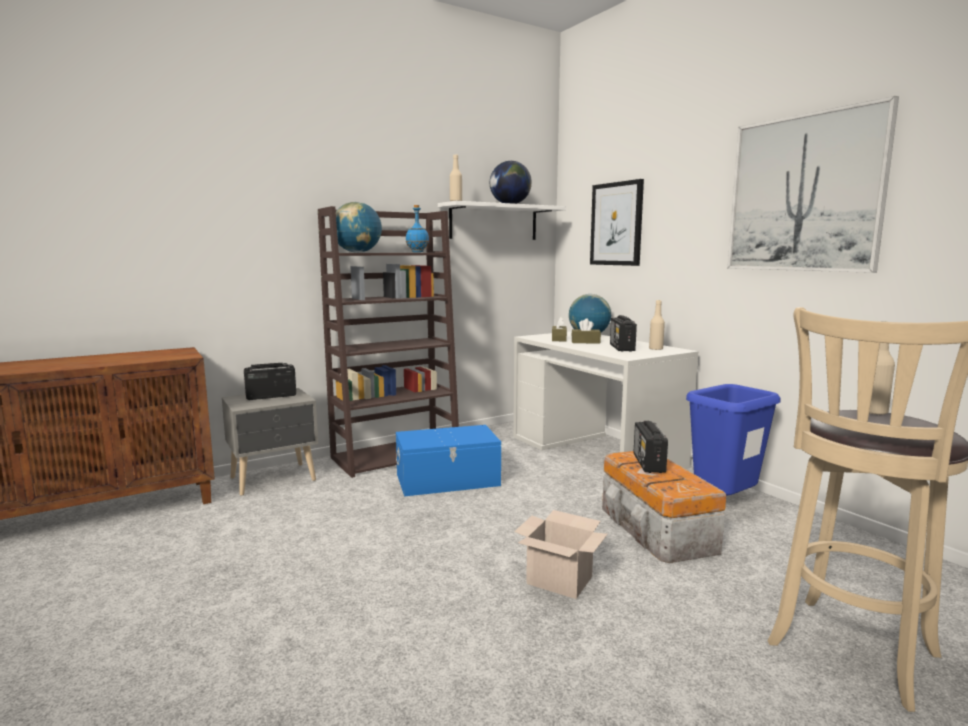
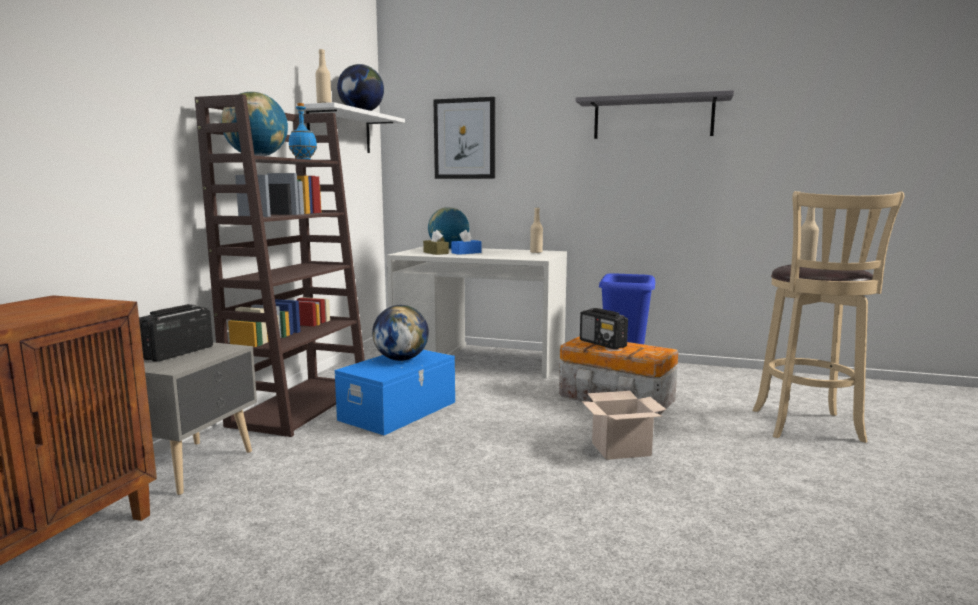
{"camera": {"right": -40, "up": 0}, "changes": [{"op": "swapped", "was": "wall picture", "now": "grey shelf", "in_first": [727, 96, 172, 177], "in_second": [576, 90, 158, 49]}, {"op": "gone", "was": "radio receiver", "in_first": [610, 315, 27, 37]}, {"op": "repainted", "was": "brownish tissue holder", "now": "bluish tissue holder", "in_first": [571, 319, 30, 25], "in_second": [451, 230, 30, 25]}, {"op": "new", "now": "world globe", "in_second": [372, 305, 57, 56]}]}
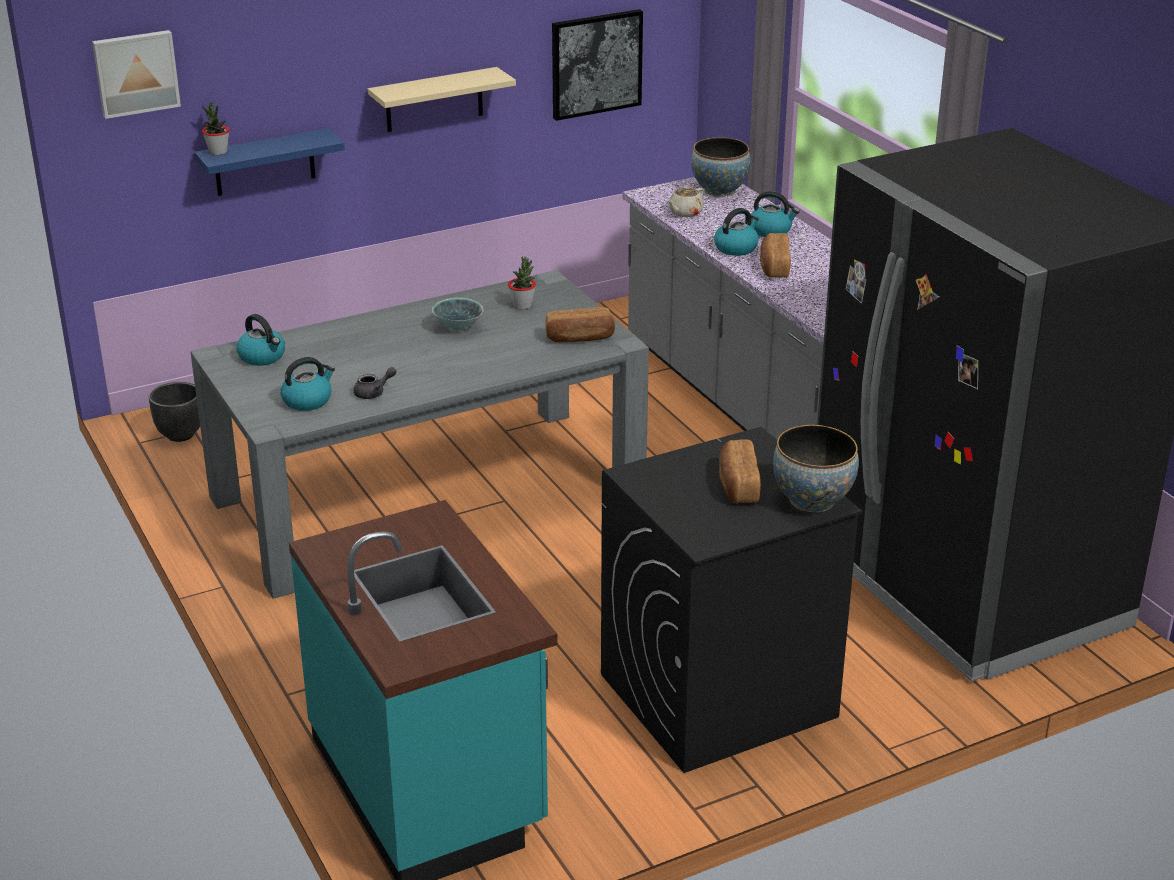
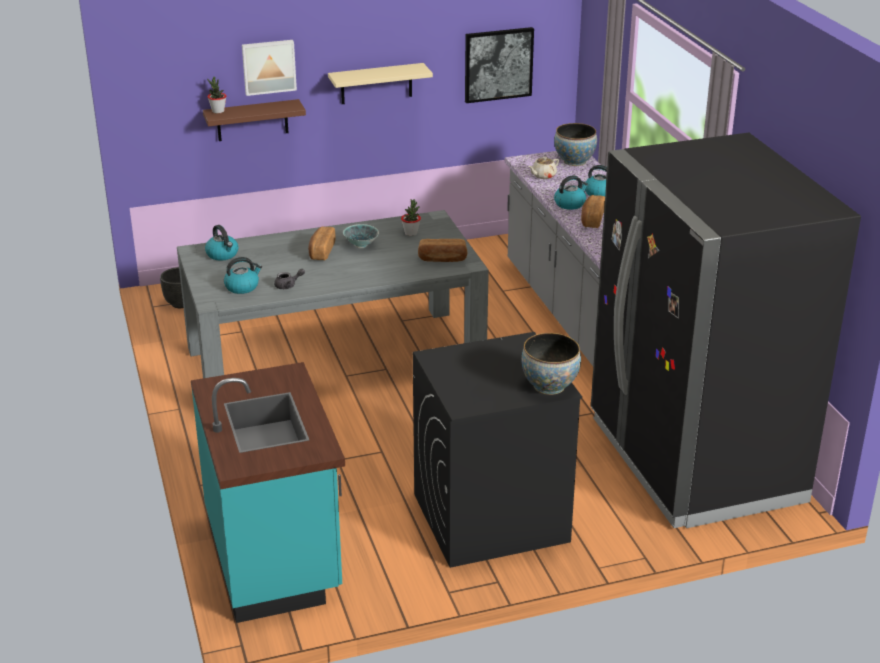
{"camera": {"right": 10, "up": 0}, "changes": [{"op": "shifted", "was": "wall picture", "in_first": [92, 30, 89, 89], "in_second": [242, 40, 55, 56]}, {"op": "repainted", "was": "bluish shelf", "now": "brownish shelf", "in_first": [194, 128, 151, 68], "in_second": [203, 99, 103, 42]}, {"op": "shifted", "was": "baked bread", "in_first": [719, 439, 42, 64], "in_second": [308, 226, 27, 34]}]}
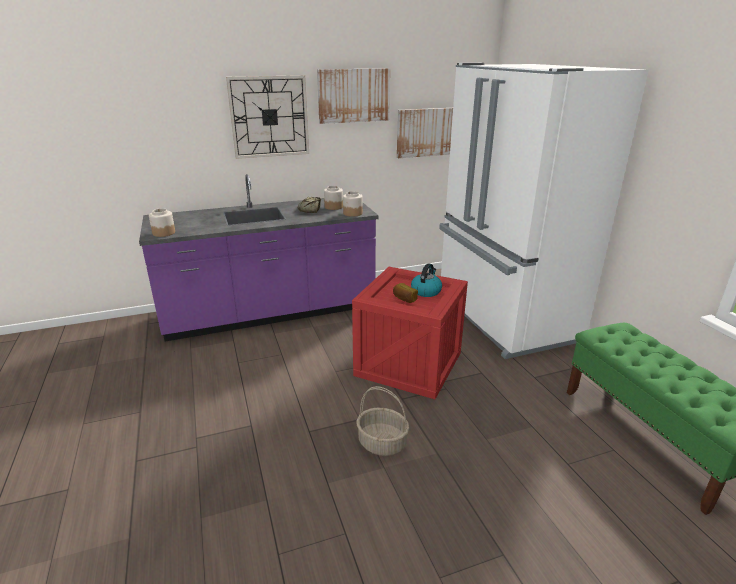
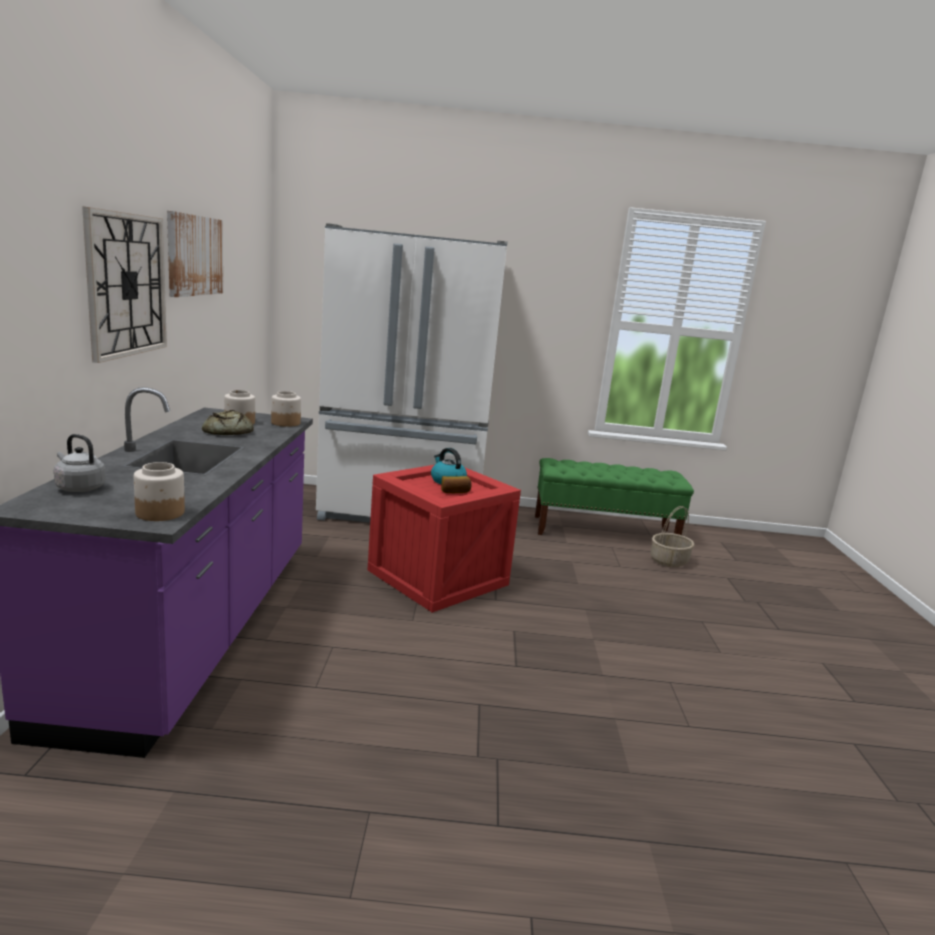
{"camera": {"right": -70, "up": -10}, "changes": [{"op": "gone", "was": "wall picture", "in_first": [397, 108, 56, 50]}, {"op": "shifted", "was": "storage basket", "in_first": [357, 386, 52, 70], "in_second": [651, 506, 43, 61]}, {"op": "new", "now": "grey tea kettle", "in_second": [54, 434, 52, 58]}]}
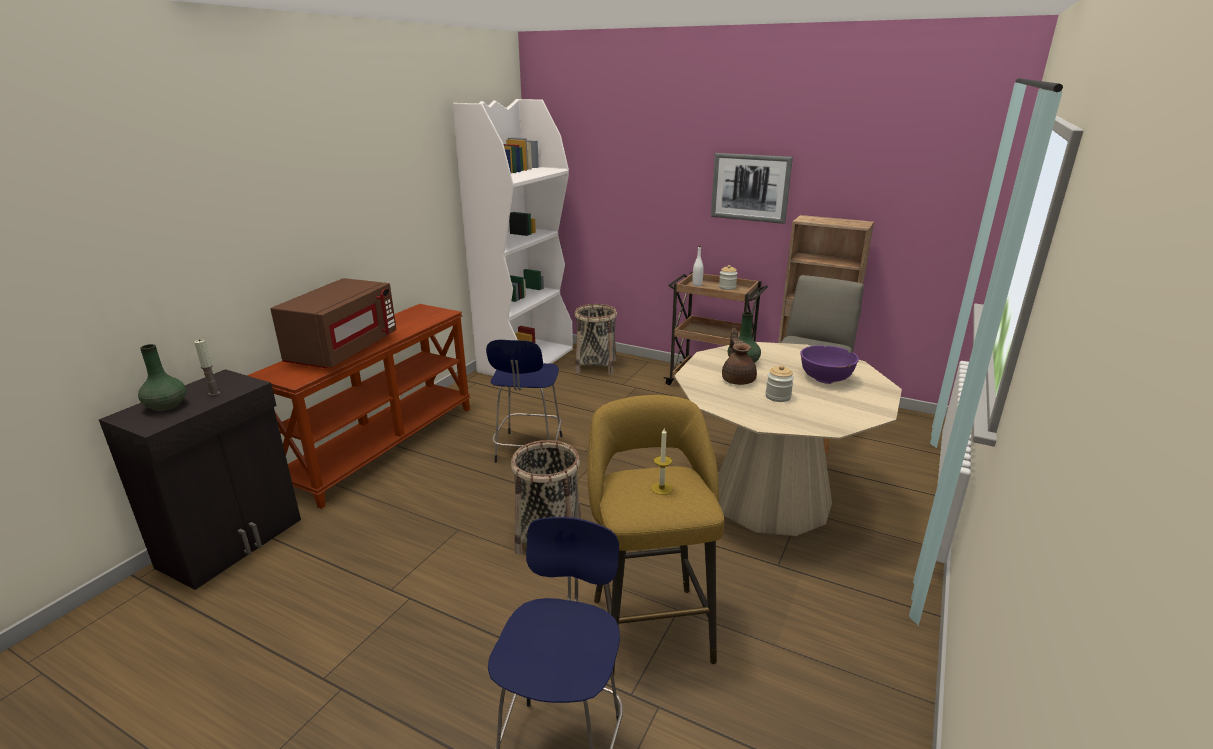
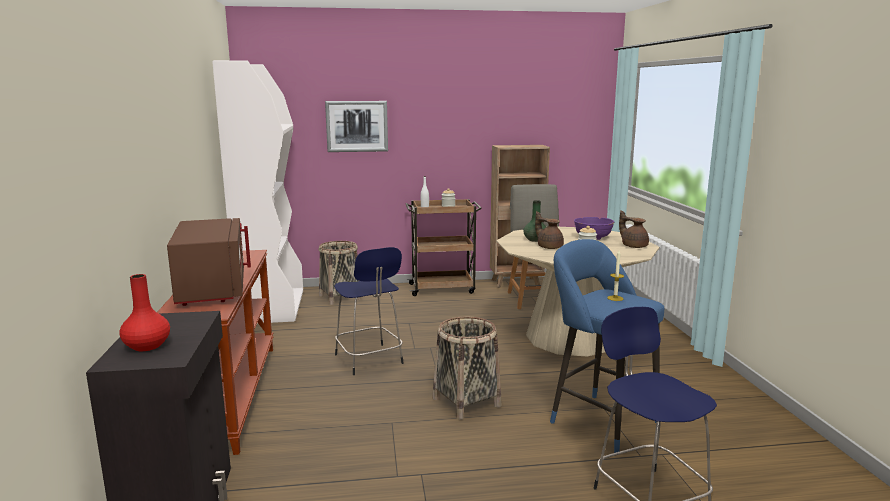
{"camera": {"right": -35, "up": -10}, "changes": [{"op": "shifted", "was": "wall picture", "in_first": [711, 153, 82, 71], "in_second": [325, 101, 63, 51]}, {"op": "gone", "was": "candle", "in_first": [194, 339, 26, 57]}, {"op": "repainted", "was": "greenish flower vase", "now": "reddish flower vase", "in_first": [138, 344, 48, 67], "in_second": [119, 274, 51, 77]}, {"op": "repainted", "was": "yellow stool", "now": "bluish stool", "in_first": [588, 395, 136, 283], "in_second": [550, 239, 114, 214]}, {"op": "new", "now": "brownish pot for tea", "in_second": [619, 210, 30, 38]}]}
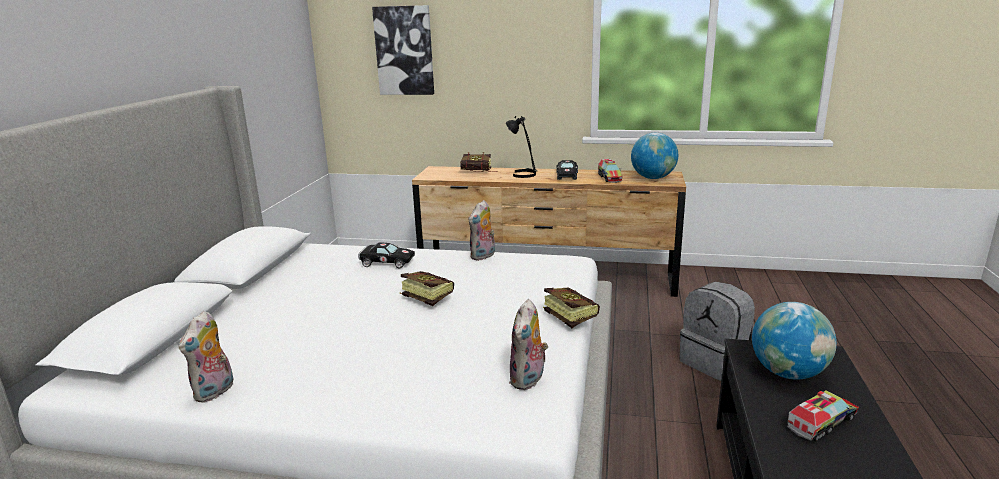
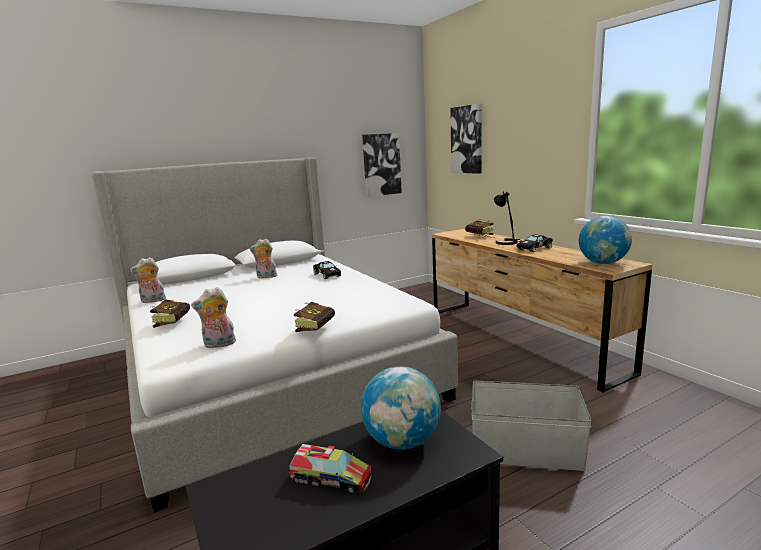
{"camera": {"right": 50, "up": -5}, "changes": [{"op": "gone", "was": "model truck", "in_first": [598, 159, 25, 24]}, {"op": "shifted", "was": "soft toy", "in_first": [469, 200, 26, 60], "in_second": [250, 239, 27, 39]}, {"op": "shifted", "was": "volume", "in_first": [399, 271, 55, 35], "in_second": [150, 300, 40, 28]}, {"op": "swapped", "was": "grey rucksack", "now": "grey storage box", "in_first": [679, 282, 76, 99], "in_second": [471, 381, 121, 90]}, {"op": "new", "now": "wall picture", "in_second": [362, 133, 40, 64]}]}
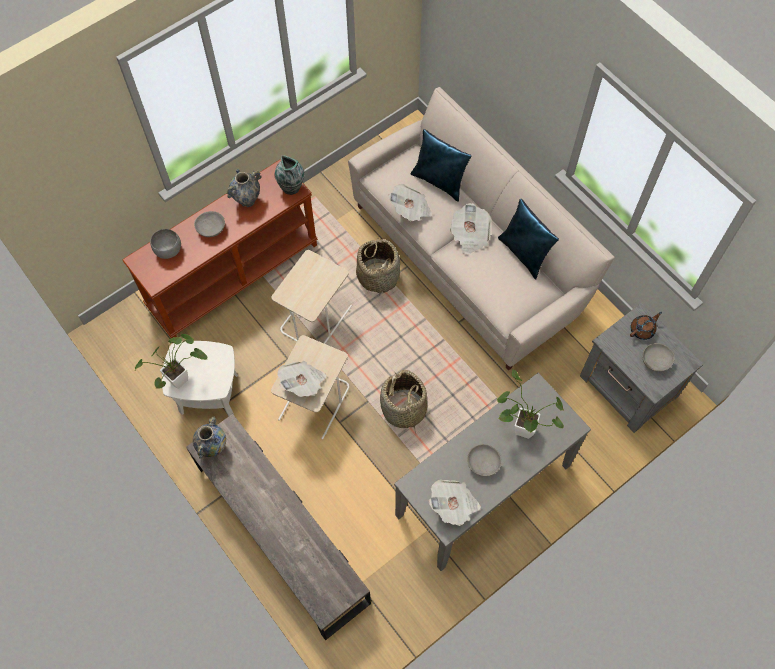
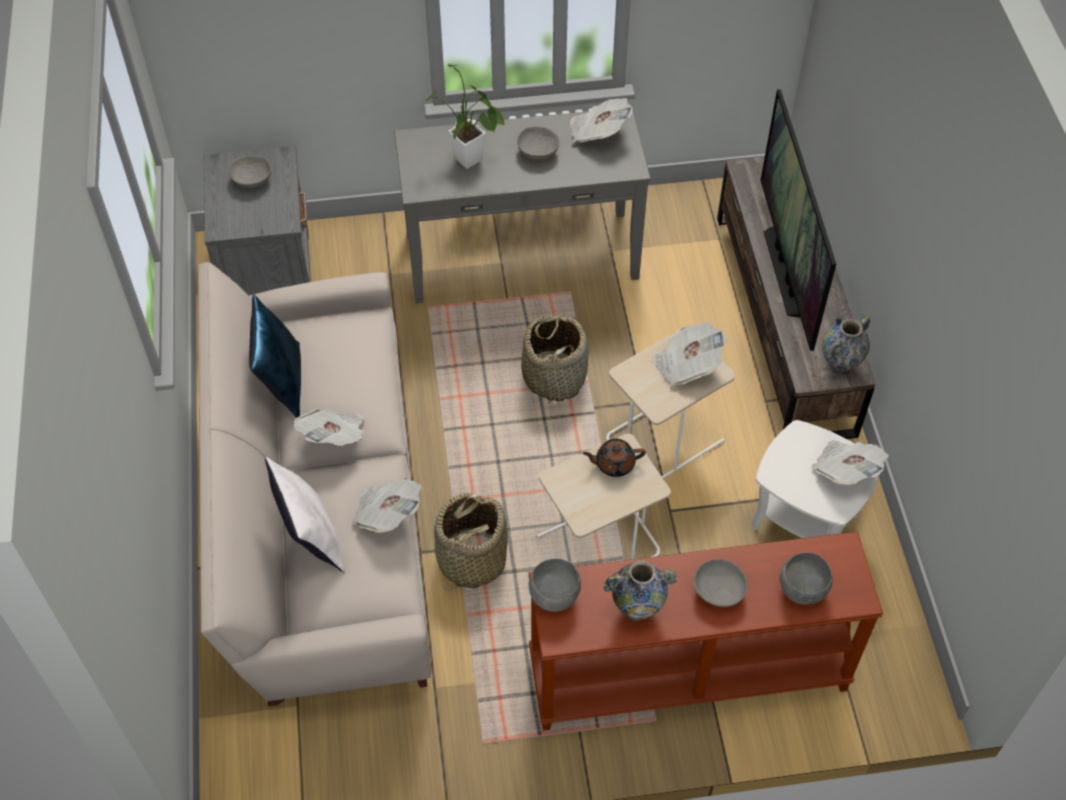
{"camera": {"right": -150, "up": -10}, "changes": [{"op": "repainted", "was": "bluish cushion", "now": "whitish cushion", "in_first": [410, 129, 62, 73], "in_second": [265, 457, 80, 116]}, {"op": "swapped", "was": "flower vase", "now": "grey serving bowl", "in_first": [274, 155, 31, 40], "in_second": [529, 559, 52, 53]}, {"op": "shifted", "was": "brownish pot for tea", "in_first": [630, 312, 32, 28], "in_second": [583, 439, 63, 38]}, {"op": "swapped", "was": "houseplant", "now": "daily paper", "in_first": [134, 334, 74, 55], "in_second": [812, 440, 77, 45]}, {"op": "new", "now": "TV", "in_second": [760, 89, 76, 262]}]}
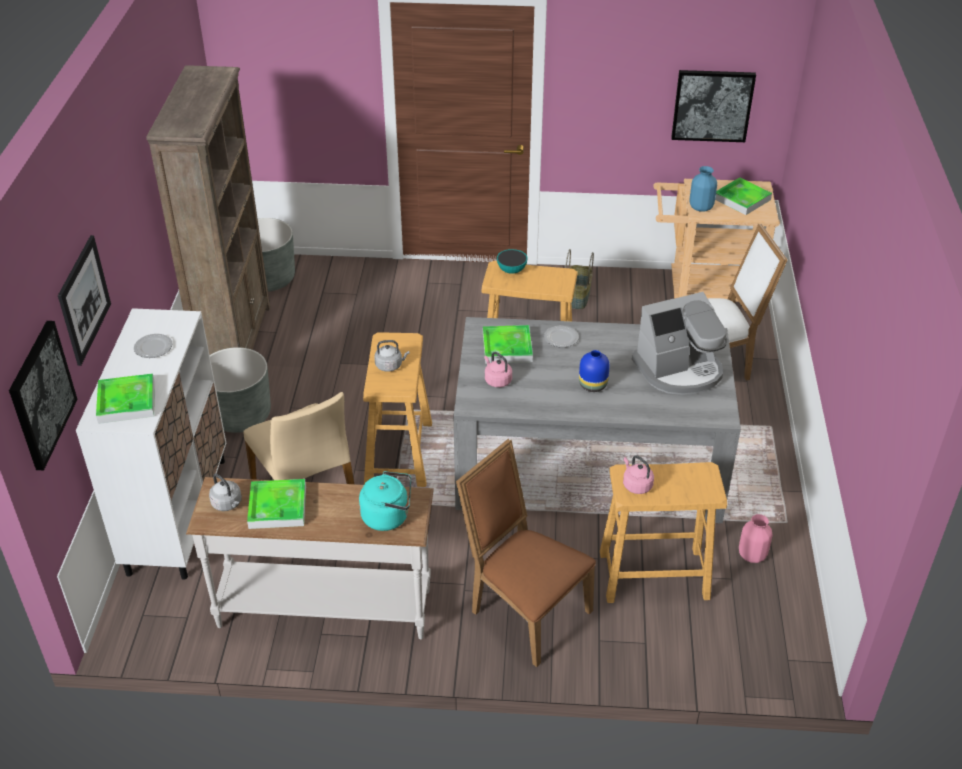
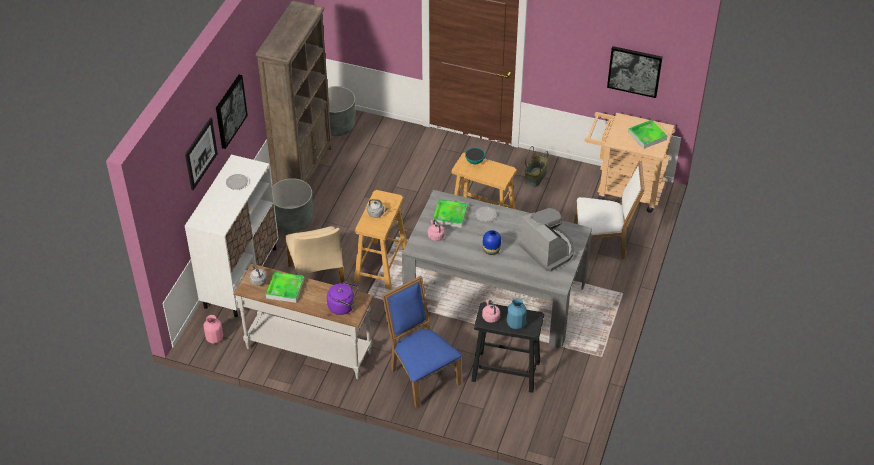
{"camera": {"right": 15, "up": 5}, "changes": [{"op": "shifted", "was": "bluish flower vase", "in_first": [689, 166, 28, 46], "in_second": [507, 298, 20, 31]}, {"op": "rotated", "was": "coffee brewer", "in_first": [632, 292, 95, 103], "in_second": [520, 208, 54, 64], "clockwise": -120}, {"op": "shifted", "was": "wall picture", "in_first": [9, 321, 69, 149], "in_second": [216, 75, 32, 74]}, {"op": "gone", "was": "serving tray", "in_first": [96, 373, 59, 51]}, {"op": "repainted", "was": "brownish upright chair", "now": "bluish upright chair", "in_first": [456, 439, 140, 228], "in_second": [382, 276, 80, 133]}, {"op": "repainted", "was": "beige stool", "now": "black stool", "in_first": [600, 462, 127, 141], "in_second": [471, 302, 73, 91]}, {"op": "repainted", "was": "blue-green tea kettle", "now": "purple-coloured tea kettle", "in_first": [359, 471, 52, 60], "in_second": [327, 281, 31, 34]}, {"op": "shifted", "was": "pink flower vase", "in_first": [739, 514, 33, 49], "in_second": [204, 315, 19, 29]}]}
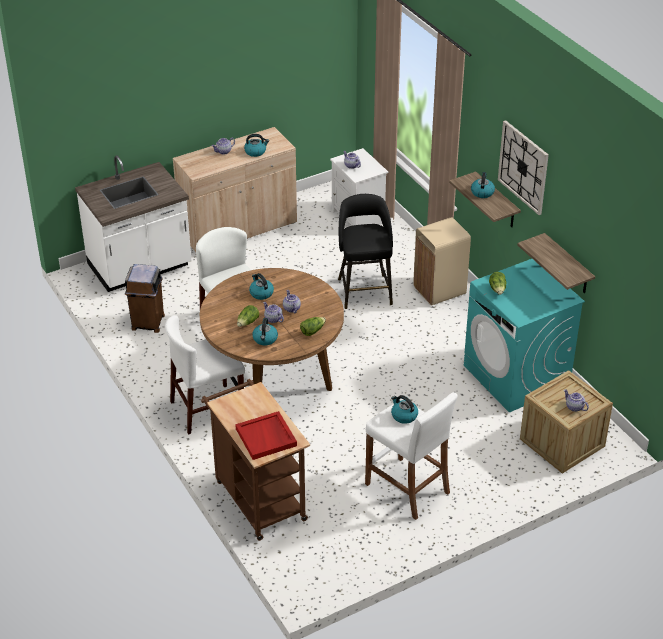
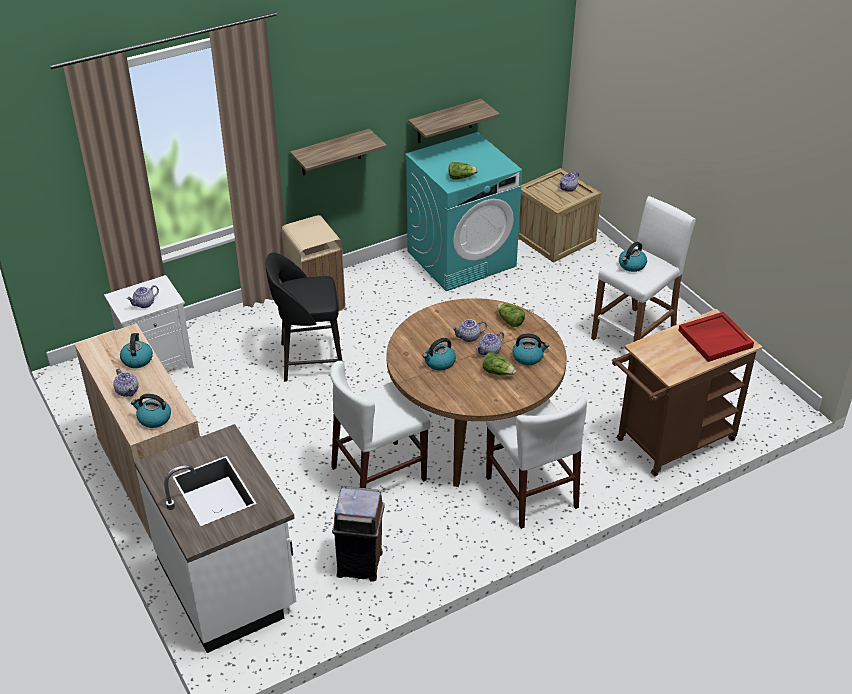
{"camera": {"right": -90, "up": 0}, "changes": [{"op": "gone", "was": "wall clock", "in_first": [498, 120, 51, 95]}, {"op": "shifted", "was": "tea kettle", "in_first": [471, 172, 24, 26], "in_second": [131, 394, 40, 34]}]}
